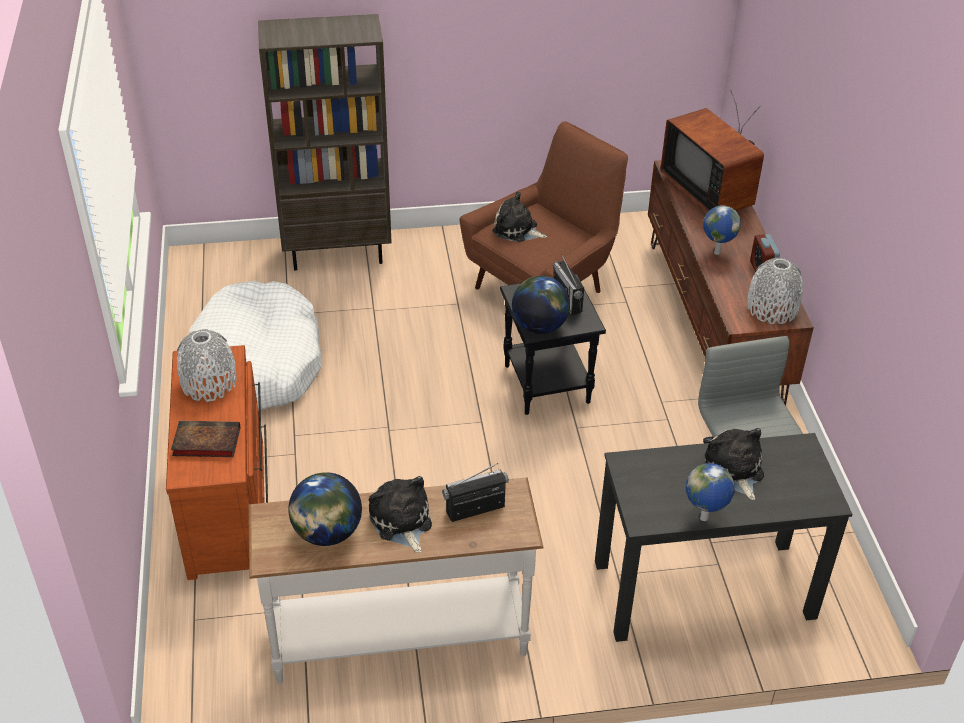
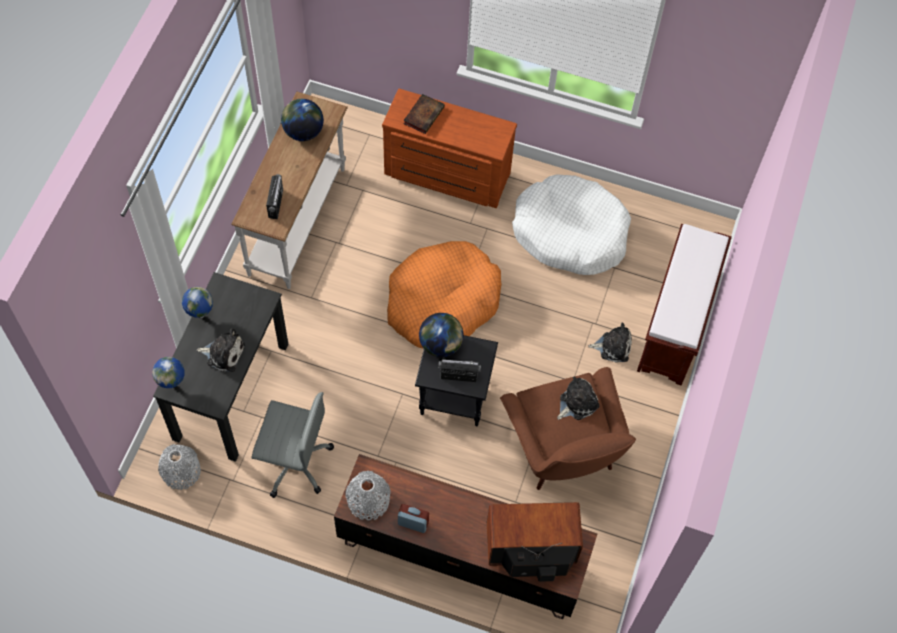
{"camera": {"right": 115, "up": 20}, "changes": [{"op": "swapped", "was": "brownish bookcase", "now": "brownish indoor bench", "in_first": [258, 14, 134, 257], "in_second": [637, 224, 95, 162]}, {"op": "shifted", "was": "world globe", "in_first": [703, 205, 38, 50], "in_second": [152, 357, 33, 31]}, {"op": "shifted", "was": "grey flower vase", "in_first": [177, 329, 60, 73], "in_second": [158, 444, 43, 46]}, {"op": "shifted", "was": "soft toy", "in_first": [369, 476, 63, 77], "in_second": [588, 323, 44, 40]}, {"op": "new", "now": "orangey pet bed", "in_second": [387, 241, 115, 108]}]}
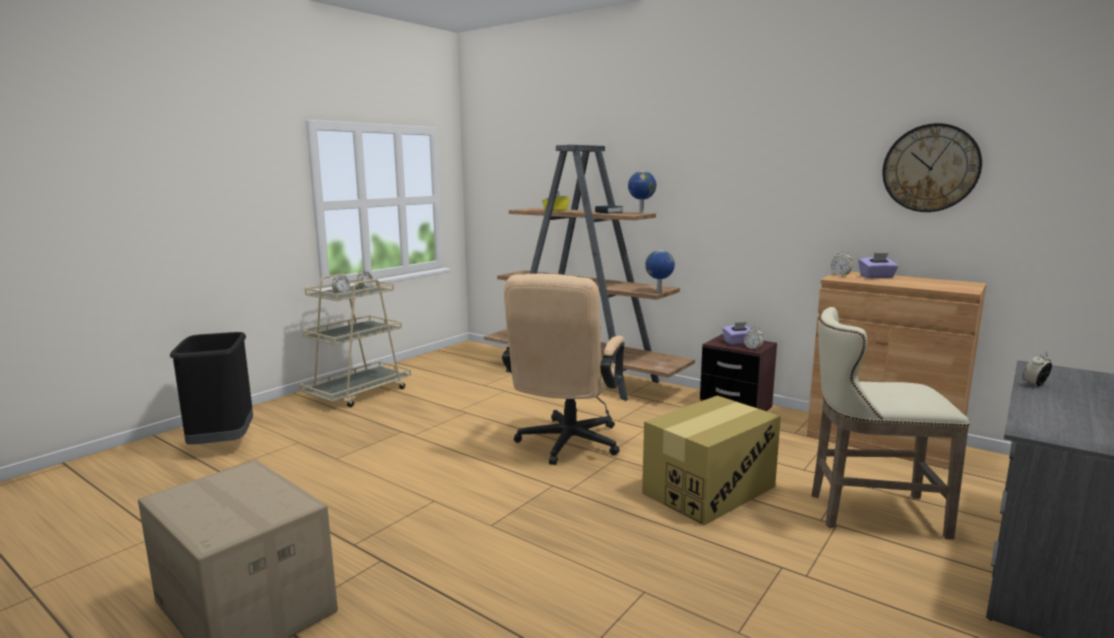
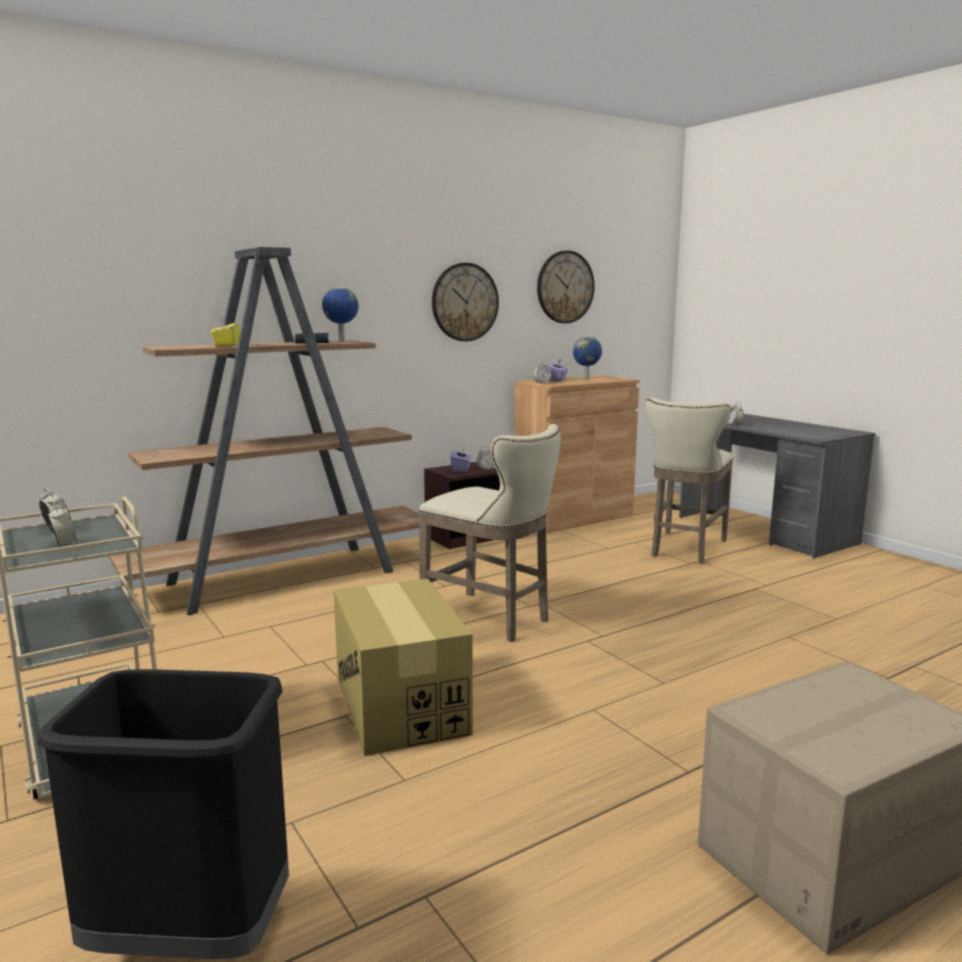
{"camera": {"right": -70, "up": 0}, "changes": [{"op": "shifted", "was": "world globe", "in_first": [645, 250, 30, 43], "in_second": [573, 337, 29, 43]}, {"op": "swapped", "was": "beige office chair", "now": "beige stool", "in_first": [502, 274, 122, 191], "in_second": [419, 424, 141, 218]}, {"op": "shifted", "was": "cardboard box", "in_first": [642, 396, 139, 129], "in_second": [334, 579, 139, 177]}, {"op": "new", "now": "wall clock", "in_second": [432, 263, 67, 78]}]}
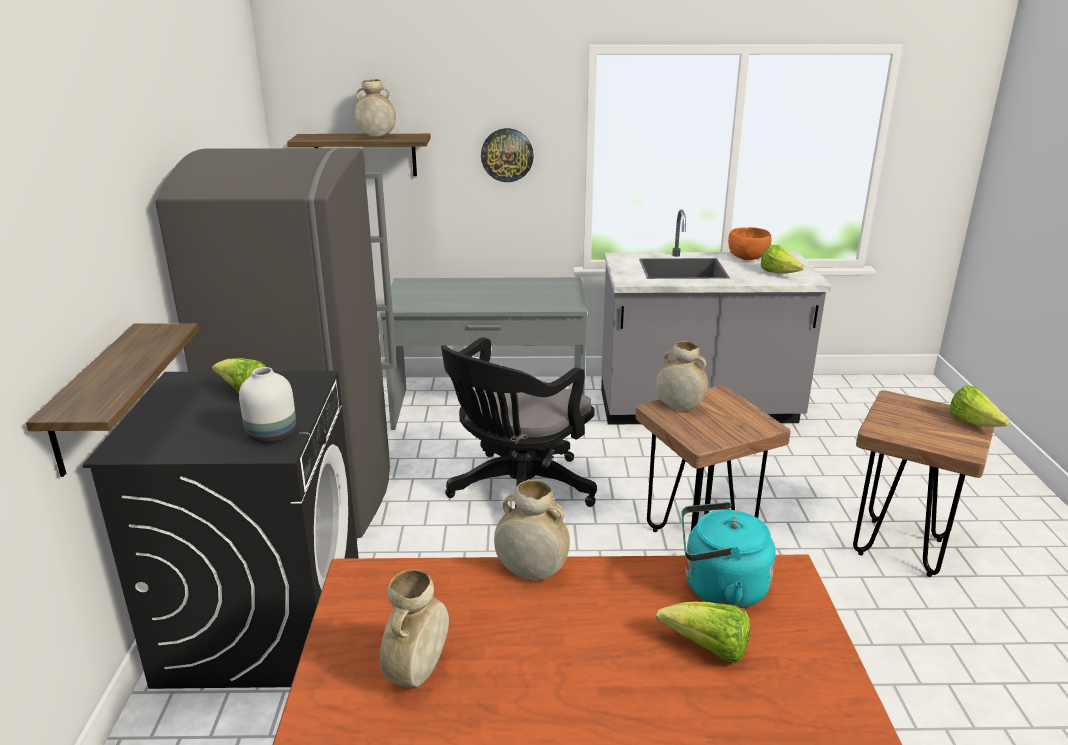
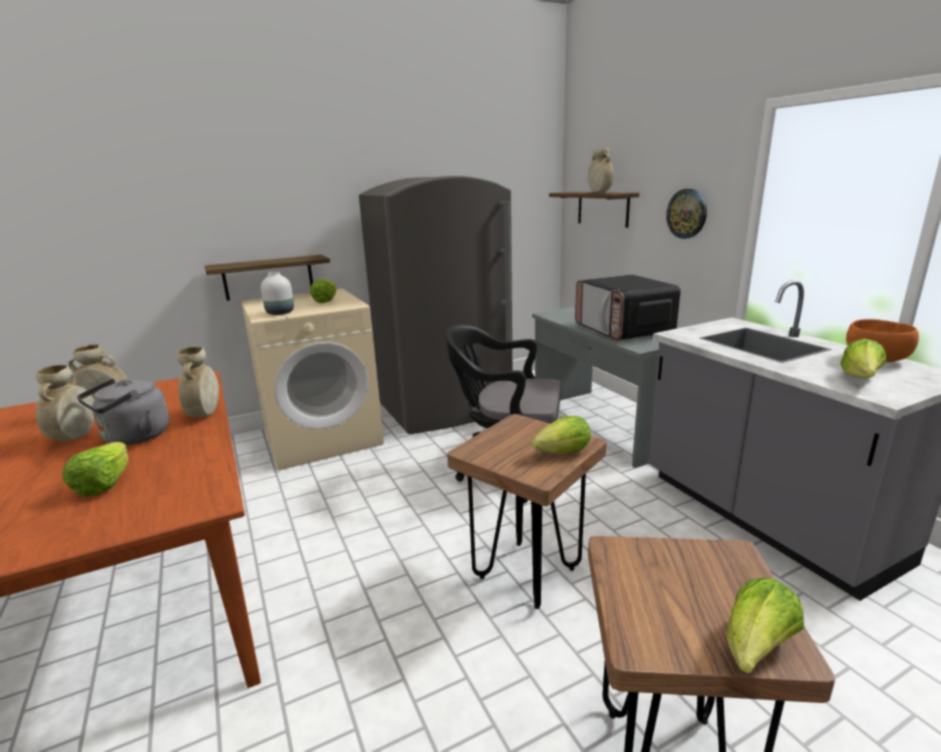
{"camera": {"right": 65, "up": -5}, "changes": [{"op": "shifted", "was": "beige flower vase", "in_first": [656, 341, 52, 69], "in_second": [36, 365, 59, 76]}, {"op": "repainted", "was": "black washing machine", "now": "beige washing machine", "in_first": [83, 371, 276, 318], "in_second": [241, 288, 143, 182]}, {"op": "gone", "was": "blue-green tea kettle", "in_first": [681, 502, 95, 106]}, {"op": "new", "now": "microwave oven", "in_second": [575, 275, 105, 65]}, {"op": "new", "now": "grey tea kettle", "in_second": [77, 379, 92, 66]}, {"op": "new", "now": "lettuce", "in_second": [532, 416, 59, 37]}]}
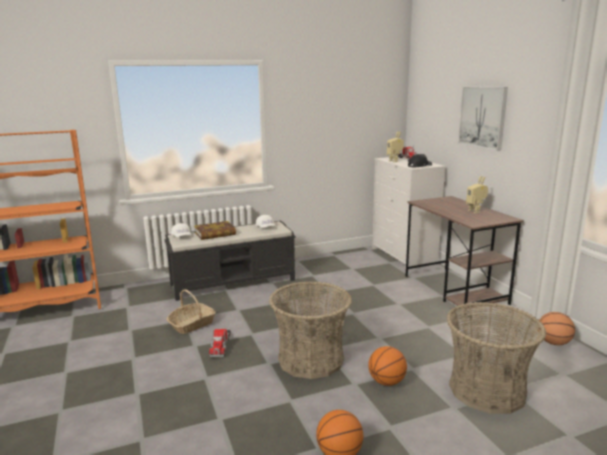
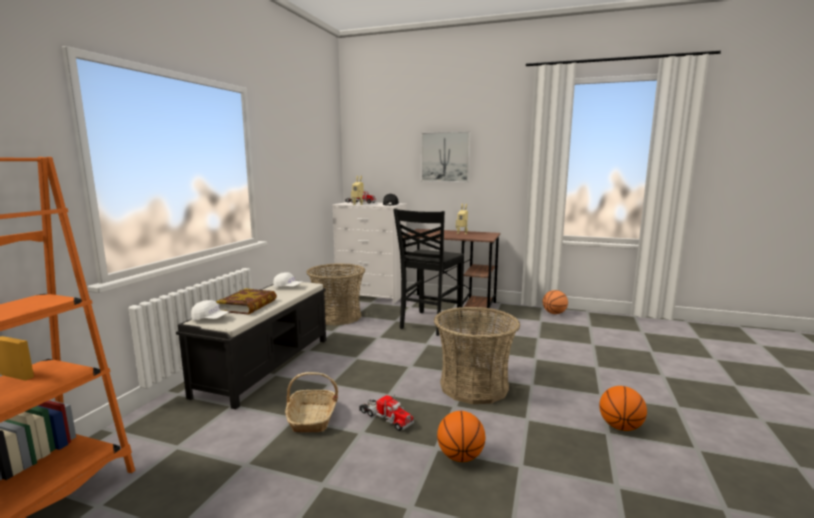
{"camera": {"right": -50, "up": -5}, "changes": [{"op": "shifted", "was": "storage basket", "in_first": [447, 302, 100, 112], "in_second": [306, 263, 59, 63]}, {"op": "shifted", "was": "ball for basketball", "in_first": [368, 346, 39, 40], "in_second": [437, 411, 48, 51]}, {"op": "new", "now": "black upright chair", "in_second": [393, 208, 71, 128]}]}
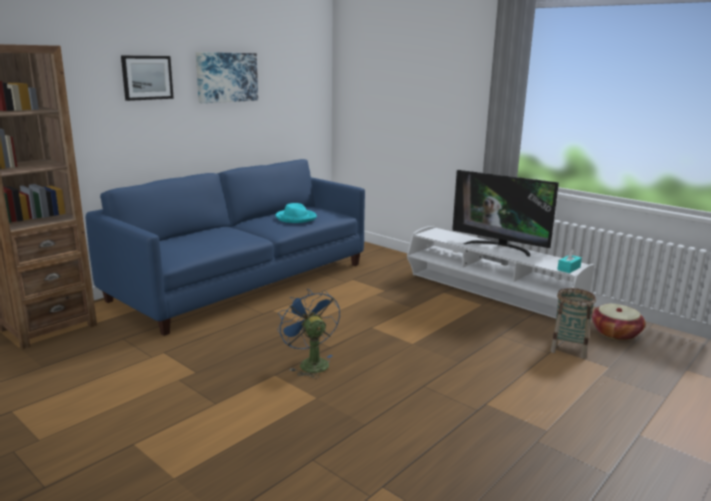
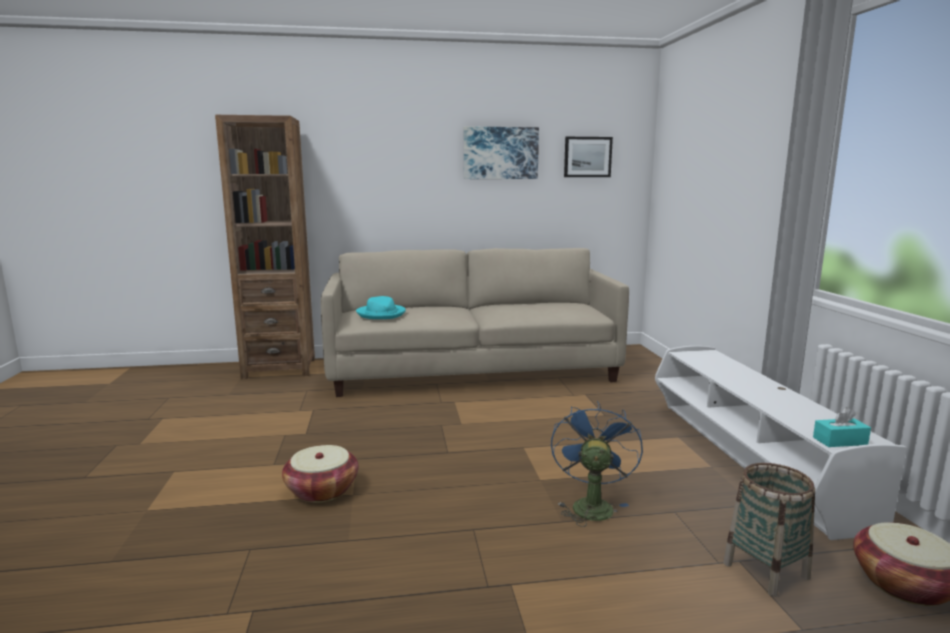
{"camera": {"right": 40, "up": -5}, "changes": [{"op": "shifted", "was": "wall picture", "in_first": [121, 55, 53, 46], "in_second": [564, 137, 49, 40]}, {"op": "repainted", "was": "bluish settee", "now": "beige settee", "in_first": [86, 159, 279, 177], "in_second": [321, 248, 308, 149]}, {"op": "gone", "was": "TV", "in_first": [452, 170, 107, 87]}, {"op": "shifted", "was": "blue-green wearable hat", "in_first": [275, 203, 42, 20], "in_second": [356, 296, 50, 23]}, {"op": "shifted", "was": "bluish fan", "in_first": [277, 289, 63, 89], "in_second": [551, 401, 92, 126]}, {"op": "new", "now": "storage basket", "in_second": [282, 445, 76, 58]}]}
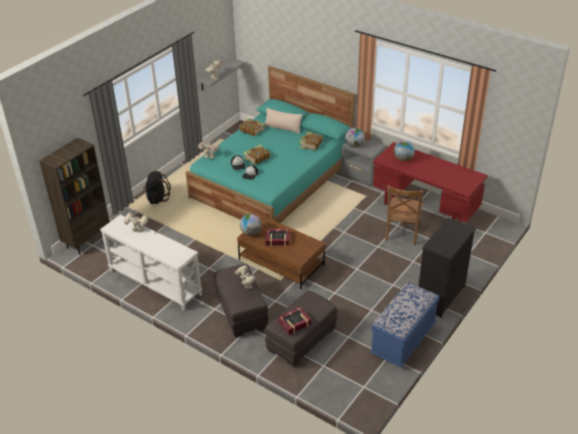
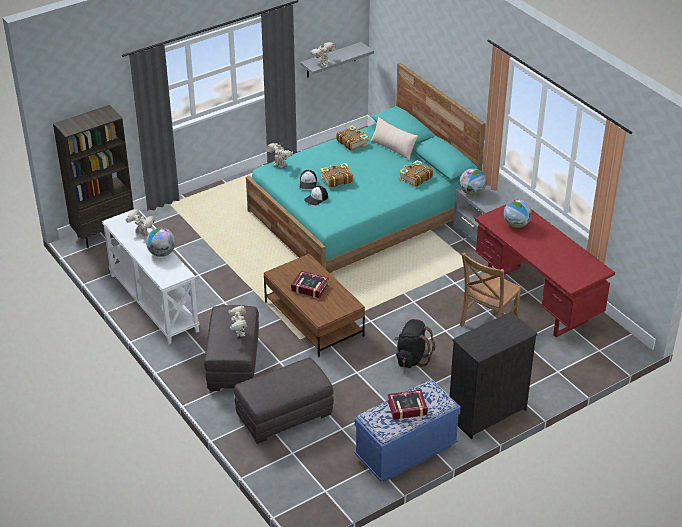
{"camera": {"right": 20, "up": 0}, "changes": [{"op": "shifted", "was": "black rucksack", "in_first": [143, 171, 28, 33], "in_second": [394, 319, 41, 49]}, {"op": "shifted", "was": "world globe", "in_first": [240, 214, 22, 22], "in_second": [146, 228, 30, 29]}, {"op": "shifted", "was": "volume", "in_first": [278, 307, 34, 28], "in_second": [388, 390, 40, 30]}]}
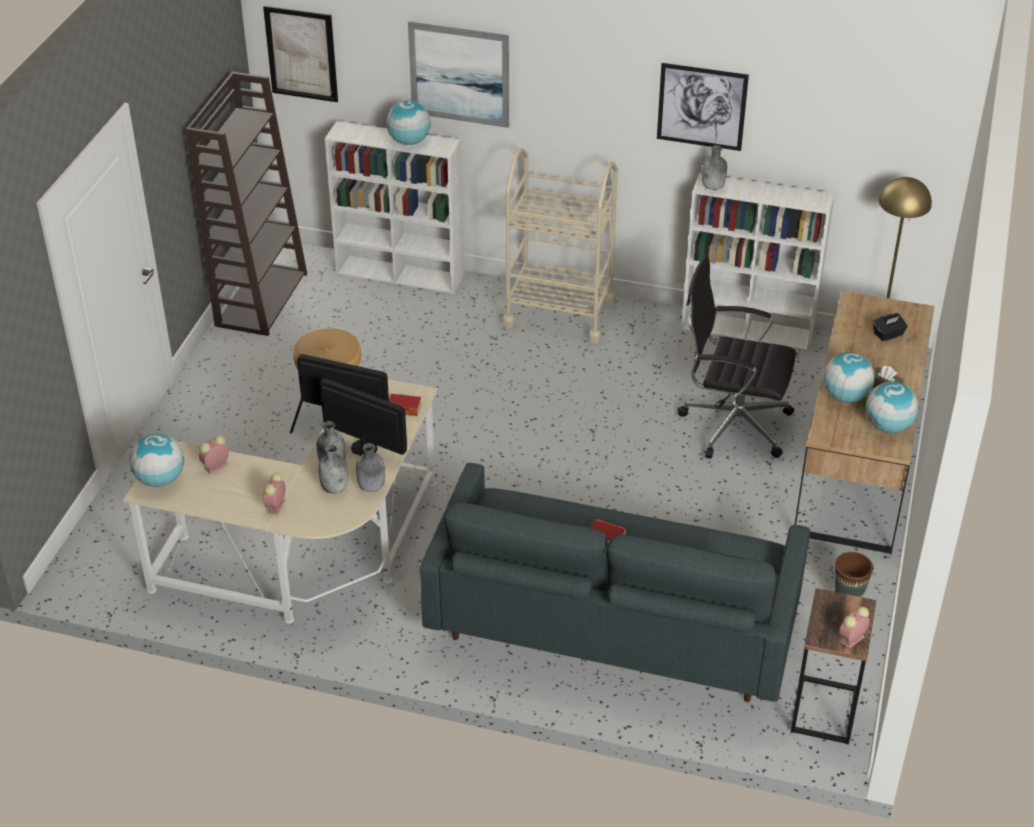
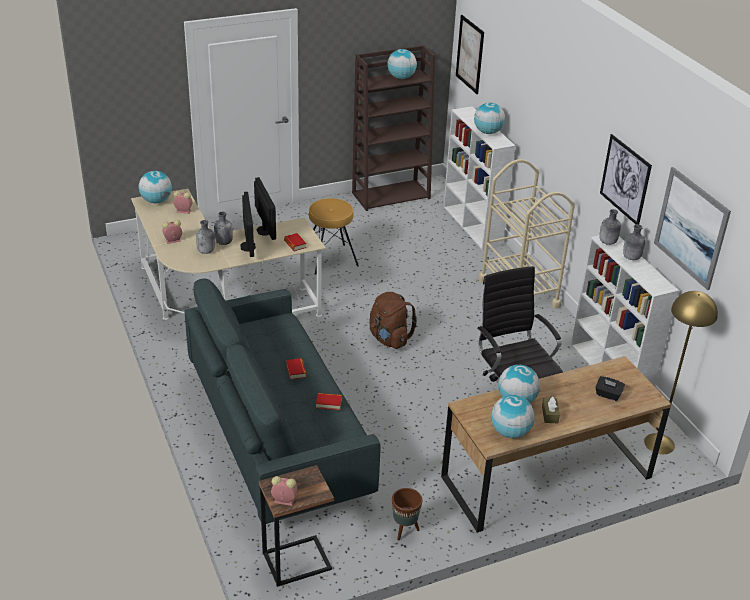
{"camera": {"right": 50, "up": -5}, "changes": [{"op": "shifted", "was": "wall picture", "in_first": [408, 22, 101, 106], "in_second": [654, 167, 77, 123]}, {"op": "shifted", "was": "grey bottle", "in_first": [356, 443, 29, 49], "in_second": [623, 224, 22, 36]}, {"op": "new", "now": "world globe", "in_second": [387, 49, 30, 30]}, {"op": "new", "now": "brownish rucksack", "in_second": [370, 292, 47, 57]}, {"op": "new", "now": "volume", "in_second": [316, 393, 26, 17]}]}
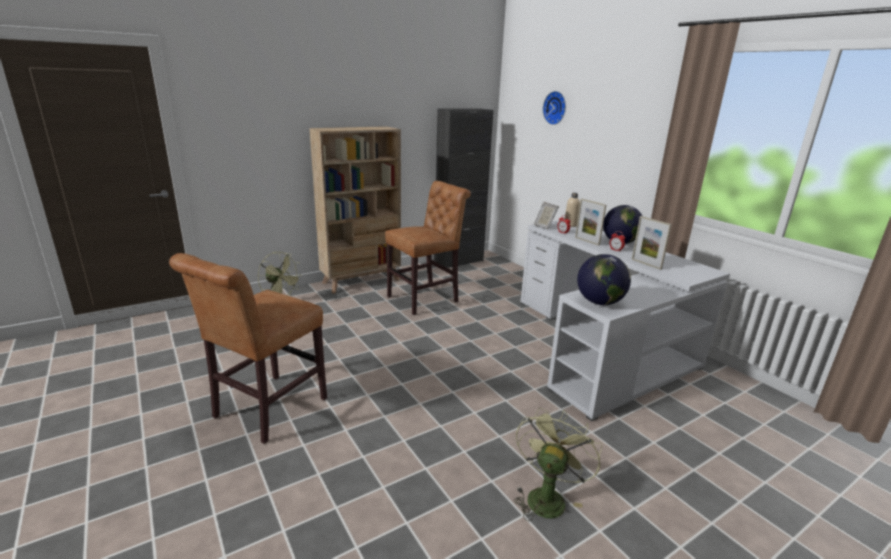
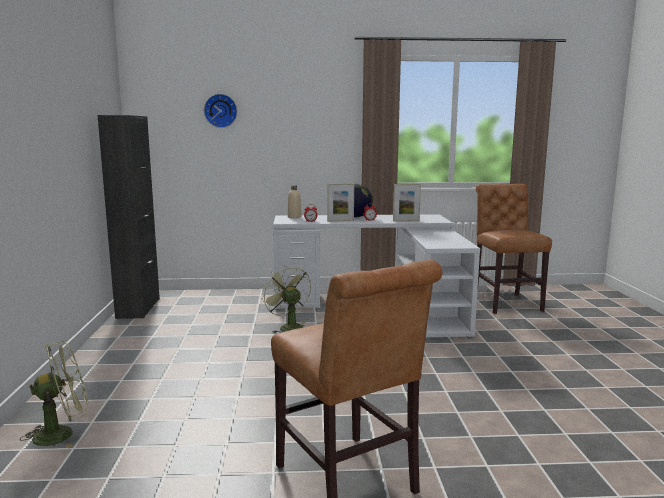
{"camera": {"right": -60, "up": -10}, "changes": [{"op": "gone", "was": "beige bookcase", "in_first": [309, 126, 92, 168]}, {"op": "shifted", "was": "brownish upright chair", "in_first": [385, 181, 86, 134], "in_second": [476, 184, 76, 130]}, {"op": "gone", "was": "picture frame", "in_first": [534, 202, 25, 27]}, {"op": "gone", "was": "world globe", "in_first": [577, 254, 54, 51]}, {"op": "shifted", "was": "greenish fan", "in_first": [514, 408, 88, 113], "in_second": [261, 265, 50, 68]}]}
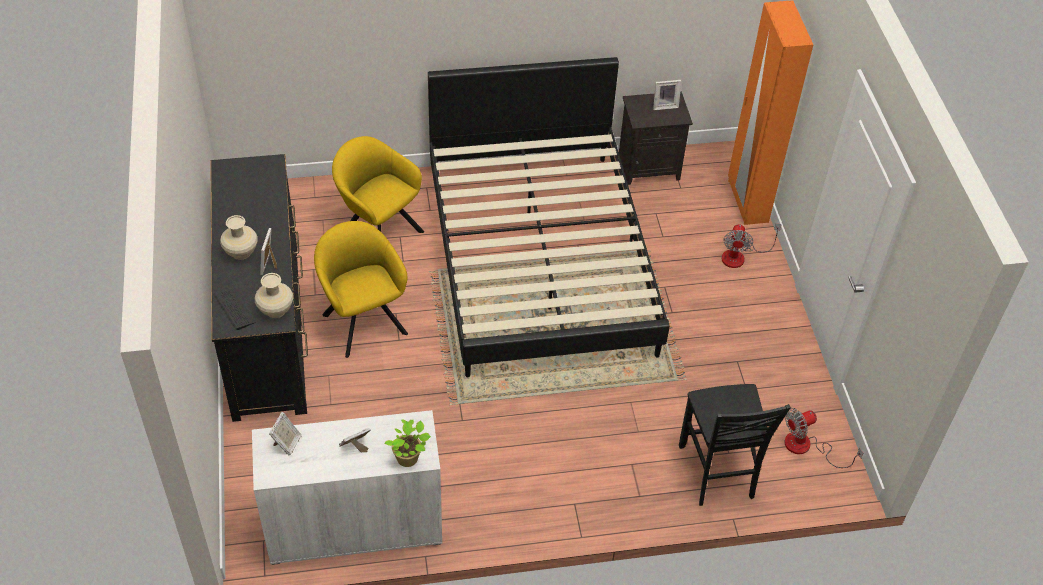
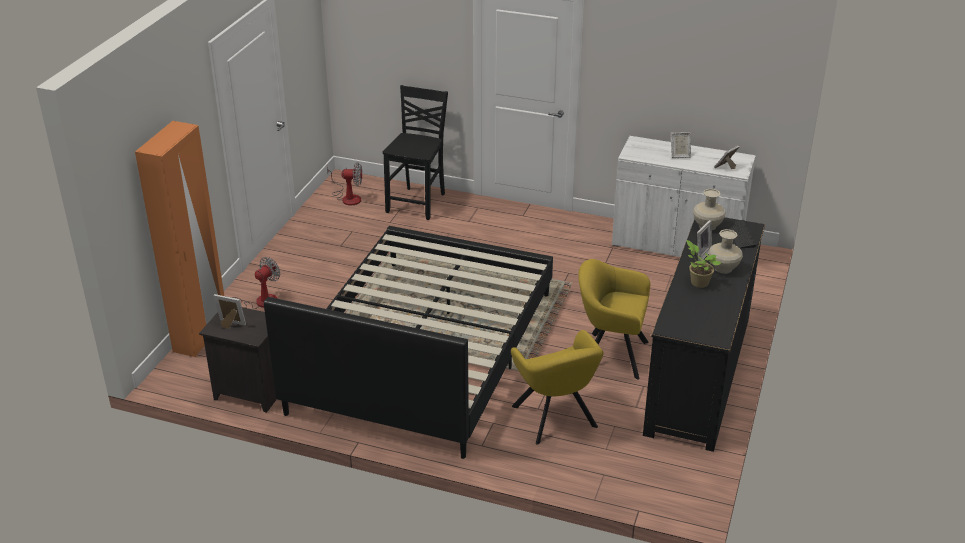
{"camera": {"right": -150, "up": -15}, "changes": [{"op": "rotated", "was": "yellow armchair", "in_first": [314, 221, 94, 137], "in_second": [578, 259, 72, 121], "clockwise": 105}, {"op": "shifted", "was": "houseplant", "in_first": [384, 419, 47, 48], "in_second": [686, 240, 35, 48]}]}
